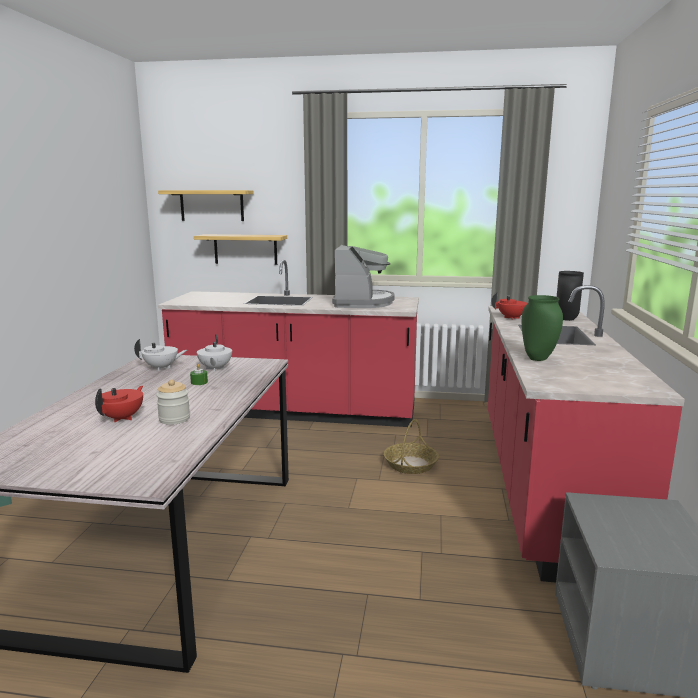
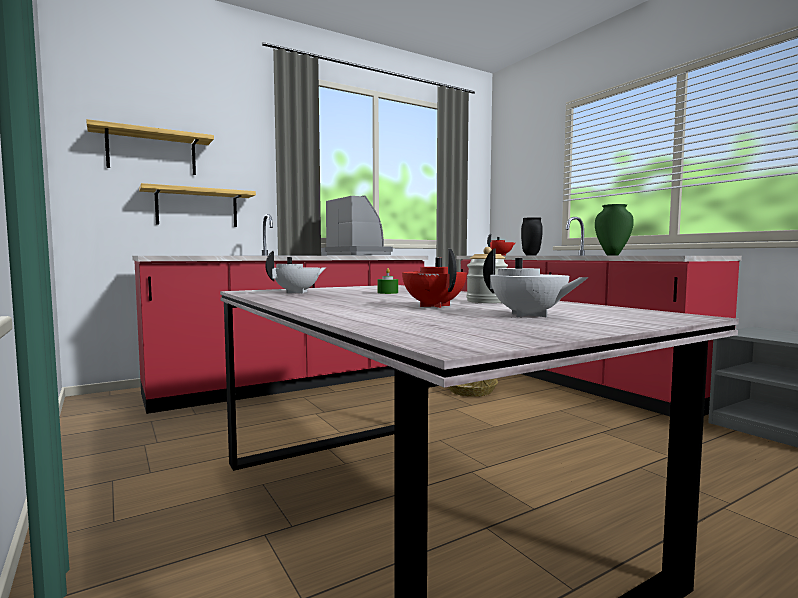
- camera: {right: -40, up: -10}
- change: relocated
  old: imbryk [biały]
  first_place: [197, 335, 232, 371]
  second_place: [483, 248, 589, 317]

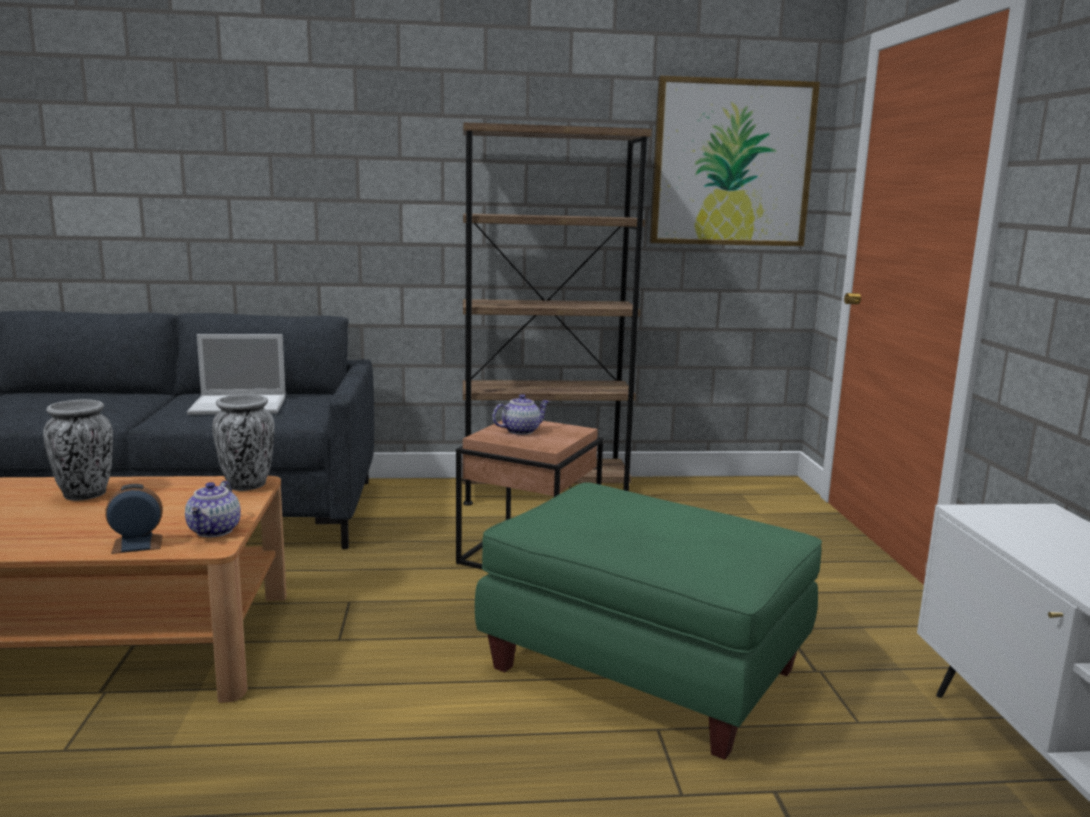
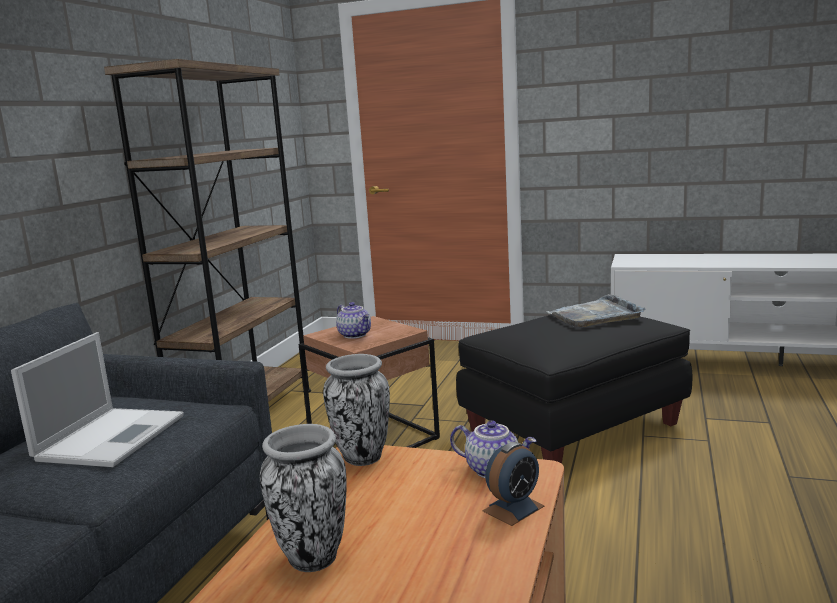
- camera: {right: -65, up: 0}
- change: spun
  old: imbryk
  first_place: [492, 394, 550, 435]
  second_place: [336, 302, 371, 339]
  degrees: 150
- change: colour
  old: pufa [zielony]
  new: pufa [czarny]
  first_place: [475, 482, 822, 760]
  second_place: [456, 315, 692, 464]
- change: spun
  old: budzik
  first_place: [105, 484, 163, 554]
  second_place: [482, 442, 544, 526]
  degrees: -135
- change: appeared
  new: taca [szary]
  second_place: [547, 294, 645, 327]
- change: missing
  old: obraz
  first_place: [650, 76, 820, 246]

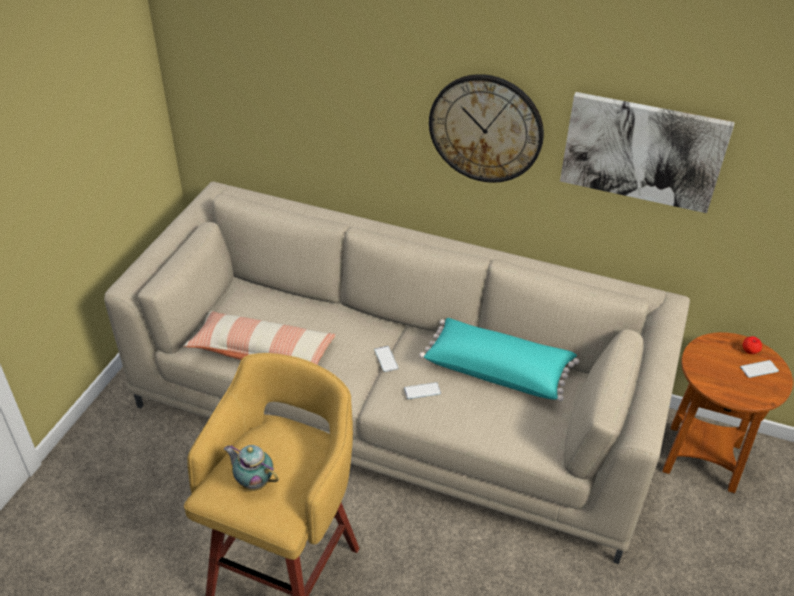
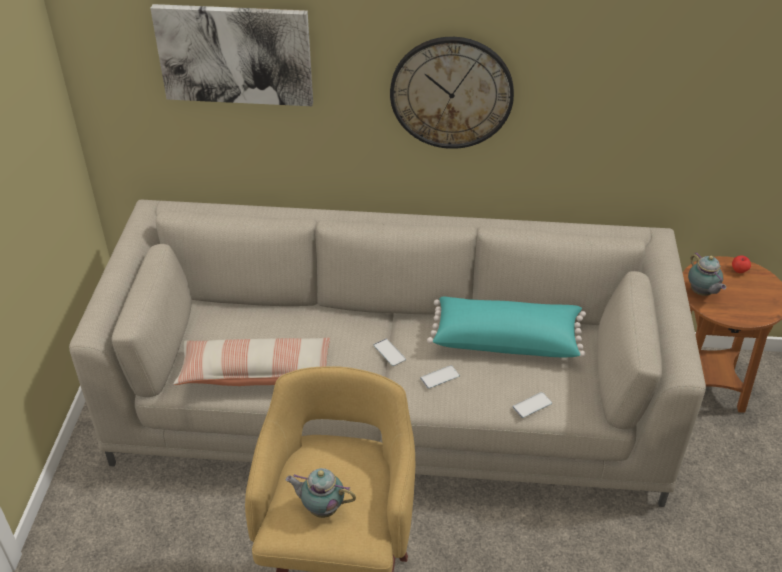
- camera: {right: -15, up: 0}
- change: relocated
  old: obraz
  first_place: [560, 92, 735, 213]
  second_place: [150, 4, 313, 106]
- change: relocated
  old: telefon
  first_place: [740, 360, 779, 378]
  second_place: [512, 392, 552, 418]
- change: appeared
  new: imbryk
  second_place: [688, 252, 726, 296]

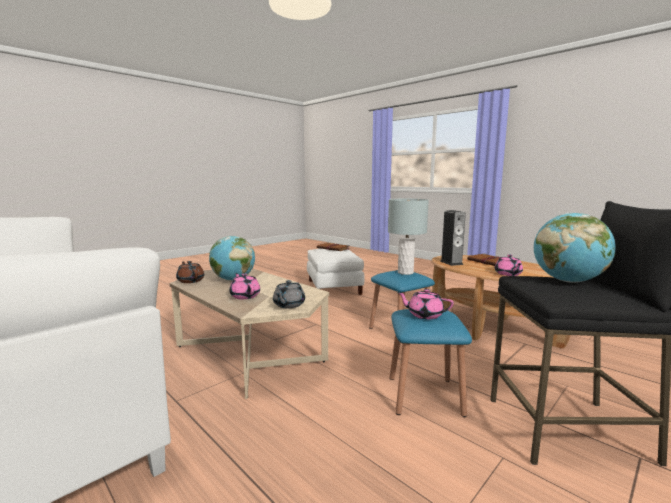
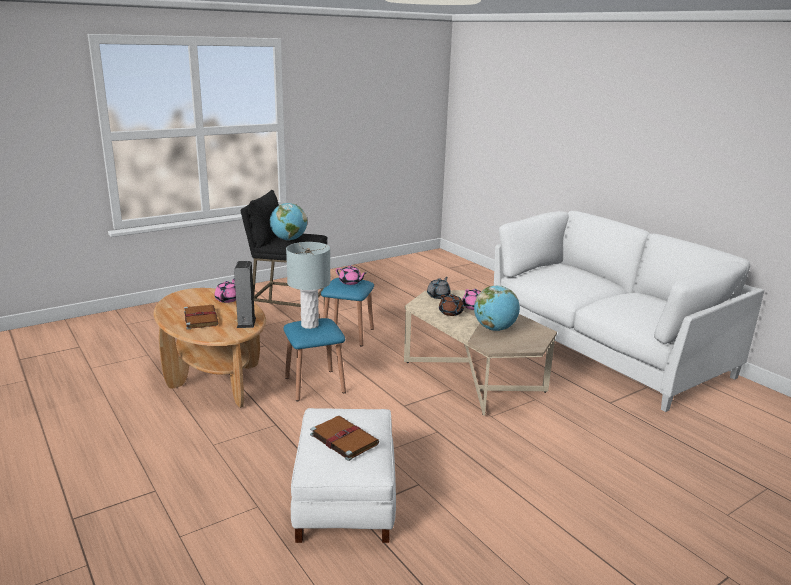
- camera: {right: -170, up: 10}
- change: relocated
  old: imbryk [brązowy]
  first_place: [176, 261, 204, 283]
  second_place: [439, 294, 464, 316]

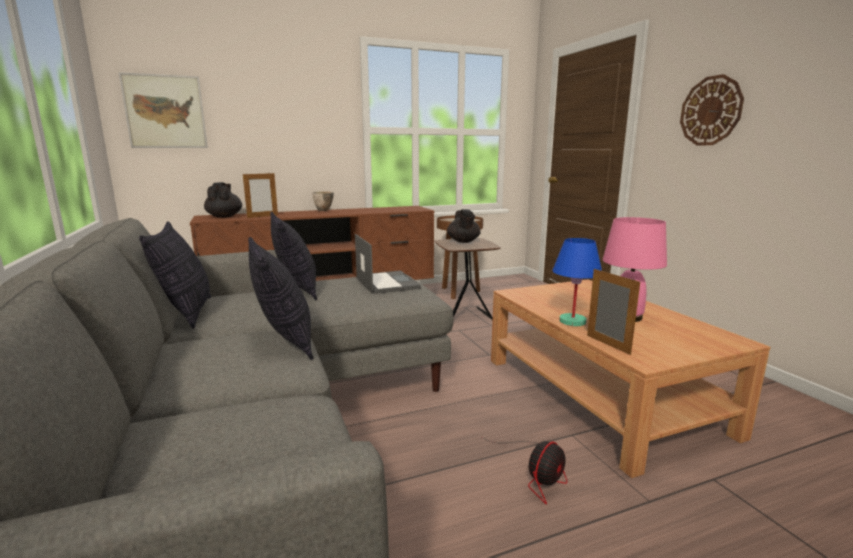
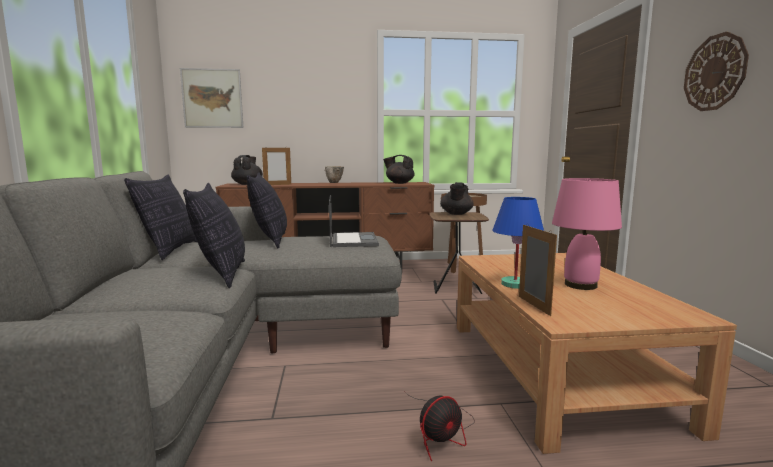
- camera: {right: 15, up: -5}
- change: appeared
  new: imbryk [czarny]
  second_place: [383, 155, 415, 184]

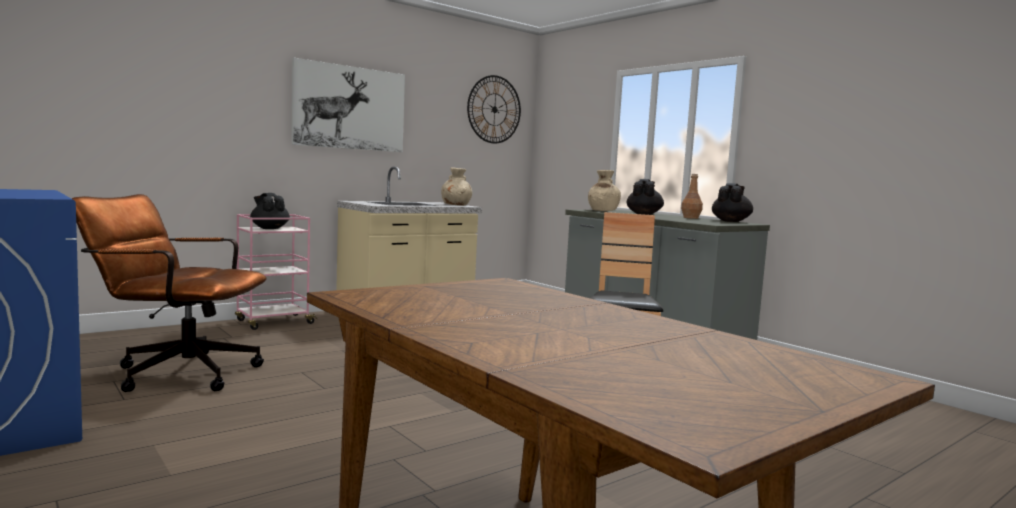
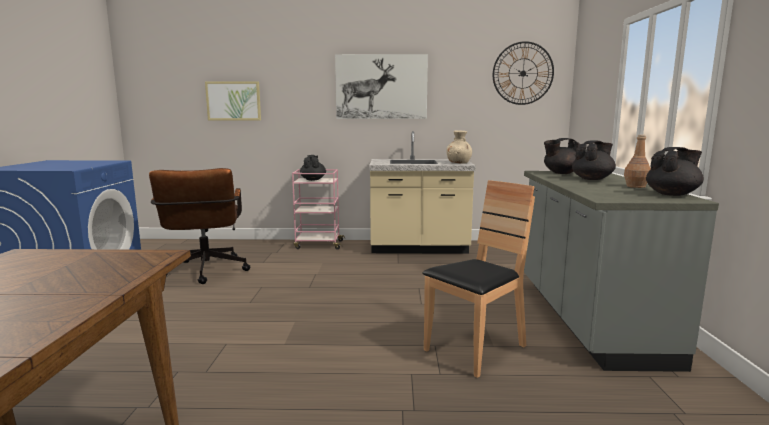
- camera: {right: 40, up: 5}
- change: spun
  old: krzesło biurowe [brązowy]
  first_place: [72, 194, 267, 392]
  second_place: [149, 168, 250, 284]
  degrees: -150
- change: appeared
  new: obraz
  second_place: [205, 81, 261, 121]
- change: exchanged
  old: wazon [beżowy]
  new: imbryk [czarny]
  first_place: [588, 170, 621, 211]
  second_place: [544, 138, 580, 174]

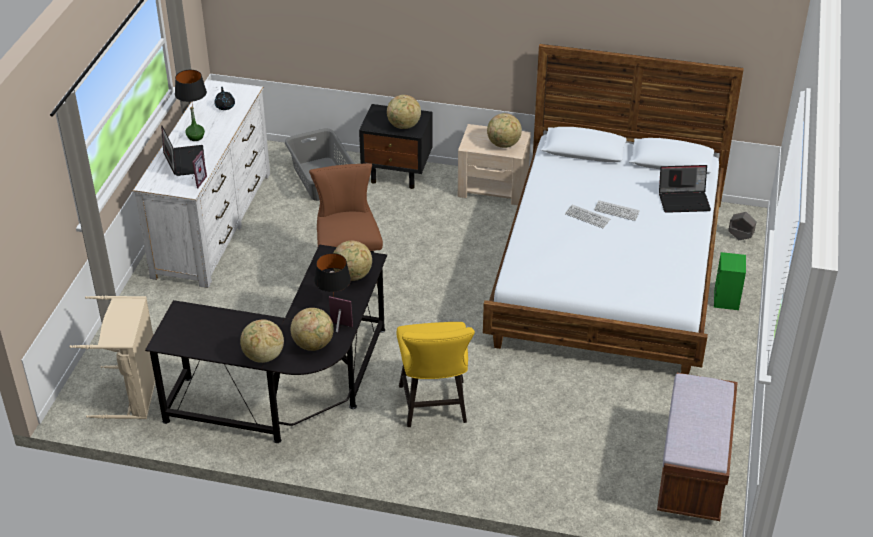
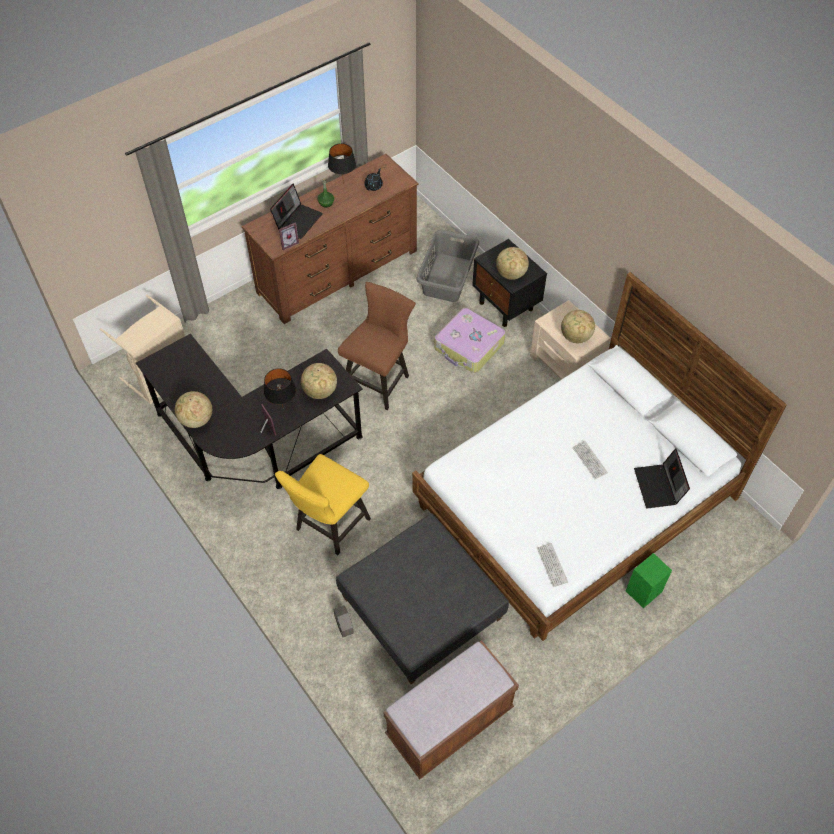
- camera: {right: 40, up: 15}
- change: colour
  old: komoda [biały]
  new: komoda [brązowy]
  first_place: [133, 79, 270, 288]
  second_place: [242, 154, 418, 324]
- change: relocated
  old: donica [szary]
  first_place: [728, 212, 757, 240]
  second_place: [333, 605, 354, 637]
- change: appeared
  new: pufa [szary]
  second_place: [336, 513, 509, 684]
- change: appeared
  new: walizka
  second_place: [434, 308, 505, 373]
- change: relocated
  old: klawiatura
  first_place: [565, 204, 610, 228]
  second_place: [537, 543, 568, 587]
- change: spun
  old: laptop
  first_place: [659, 165, 711, 213]
  second_place: [634, 448, 690, 508]
  degrees: 45
- change: missing
  old: globus
  first_place: [291, 308, 334, 351]

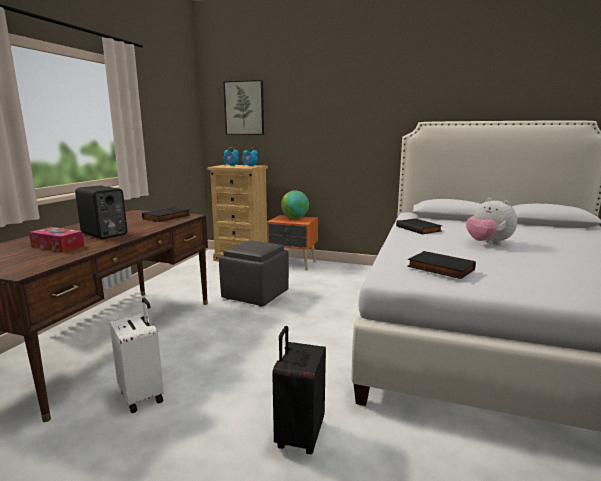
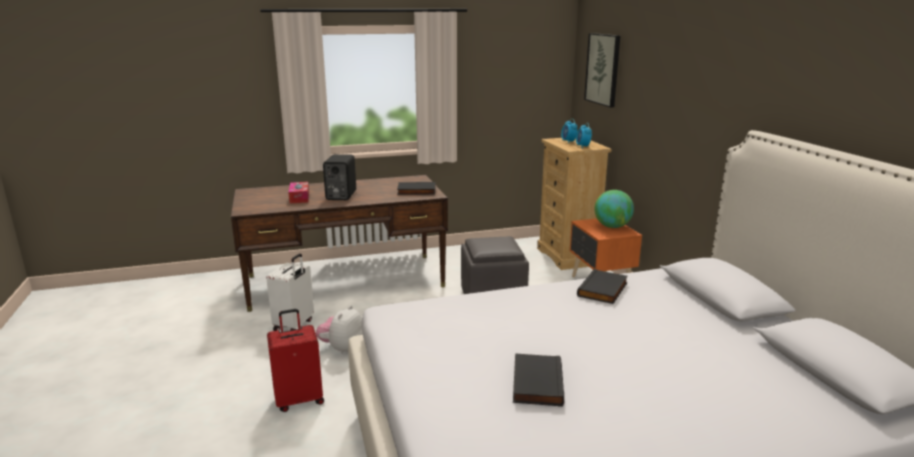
- camera: {right: 55, up: 5}
- change: colour
  old: walizka [czarny]
  new: walizka [czerwony]
  first_place: [272, 326, 326, 454]
  second_place: [267, 309, 324, 412]
- change: relocated
  old: pluszak
  first_place: [466, 198, 517, 245]
  second_place: [316, 305, 363, 354]
- change: relocated
  old: książka [czarny]
  first_place: [407, 251, 476, 279]
  second_place: [513, 353, 564, 407]

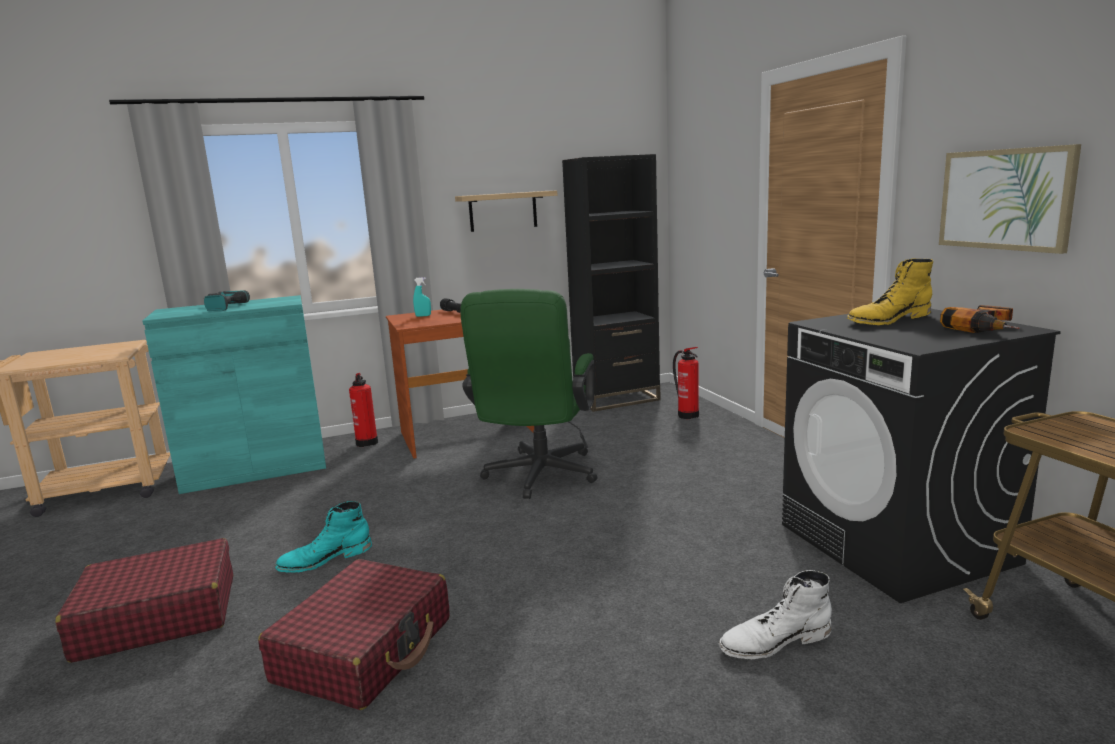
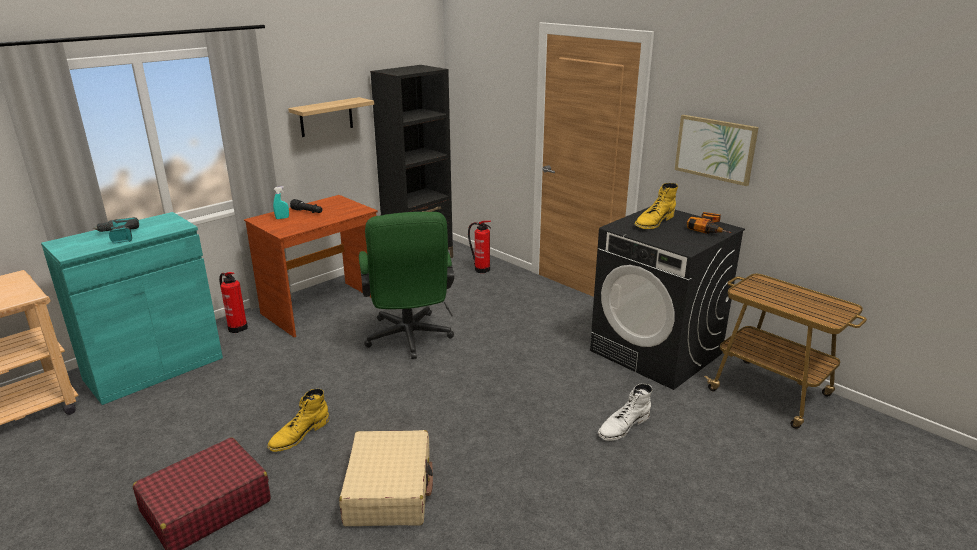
- camera: {right: -25, up: 10}
- change: colour
  old: but z cholewką [turkusowy]
  new: but z cholewką [żółty]
  first_place: [275, 501, 372, 573]
  second_place: [267, 389, 330, 452]
- change: colour
  old: walizka [czerwony]
  new: walizka [beżowy]
  first_place: [258, 559, 450, 710]
  second_place: [339, 430, 433, 526]

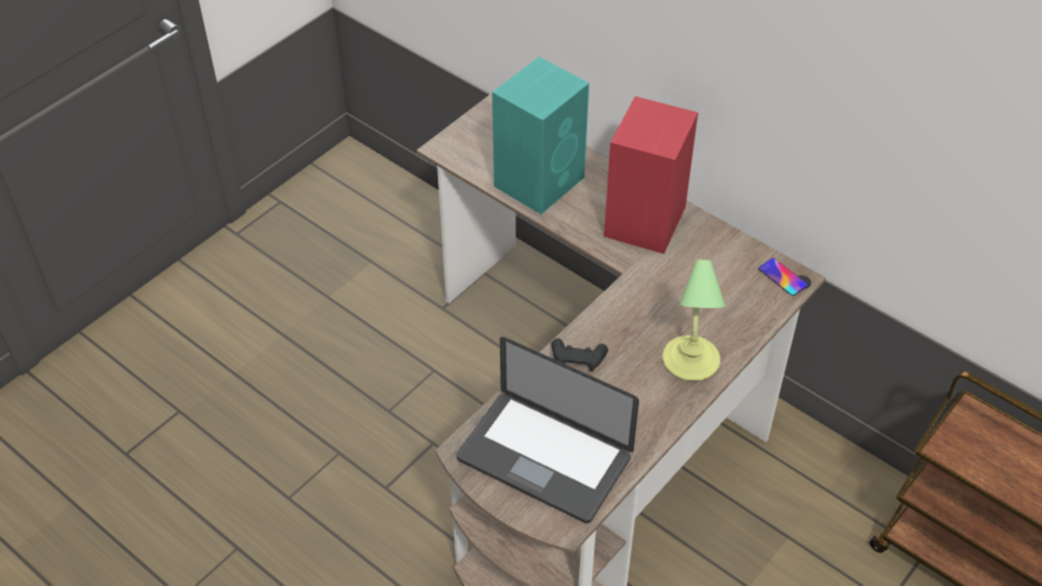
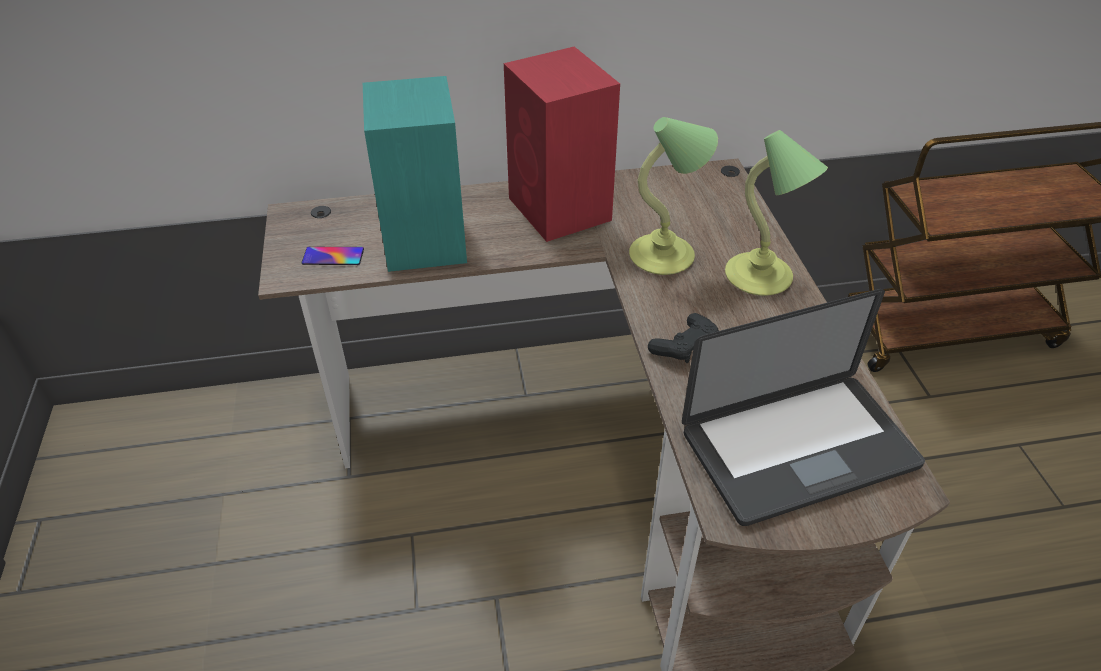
- camera: {right: -50, up: -5}
- change: relocated
  old: telefon
  first_place: [758, 258, 808, 296]
  second_place: [301, 247, 364, 265]
- change: appeared
  new: lampa stołowa
  second_place: [629, 117, 718, 275]

